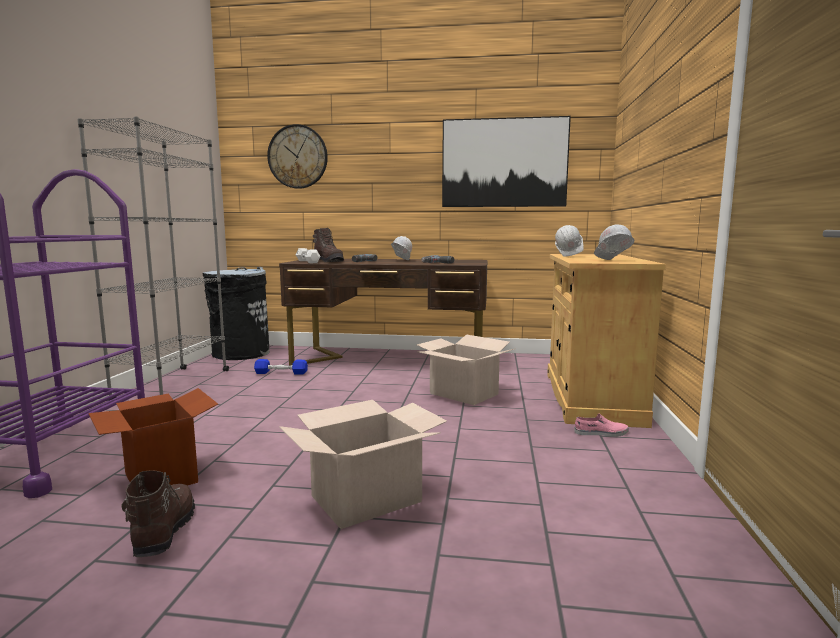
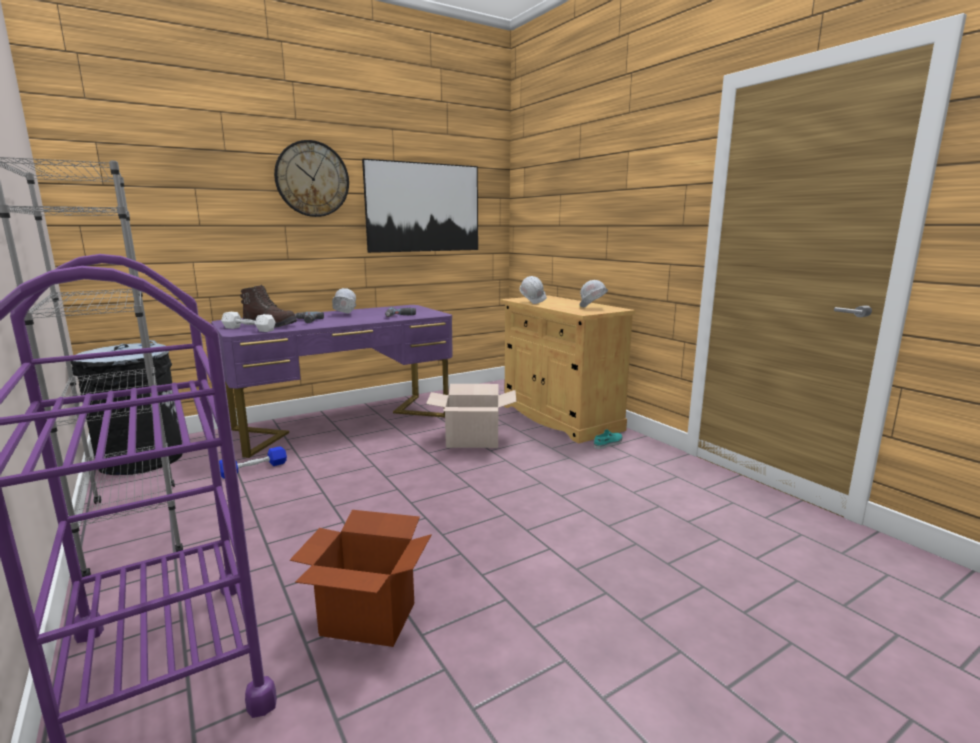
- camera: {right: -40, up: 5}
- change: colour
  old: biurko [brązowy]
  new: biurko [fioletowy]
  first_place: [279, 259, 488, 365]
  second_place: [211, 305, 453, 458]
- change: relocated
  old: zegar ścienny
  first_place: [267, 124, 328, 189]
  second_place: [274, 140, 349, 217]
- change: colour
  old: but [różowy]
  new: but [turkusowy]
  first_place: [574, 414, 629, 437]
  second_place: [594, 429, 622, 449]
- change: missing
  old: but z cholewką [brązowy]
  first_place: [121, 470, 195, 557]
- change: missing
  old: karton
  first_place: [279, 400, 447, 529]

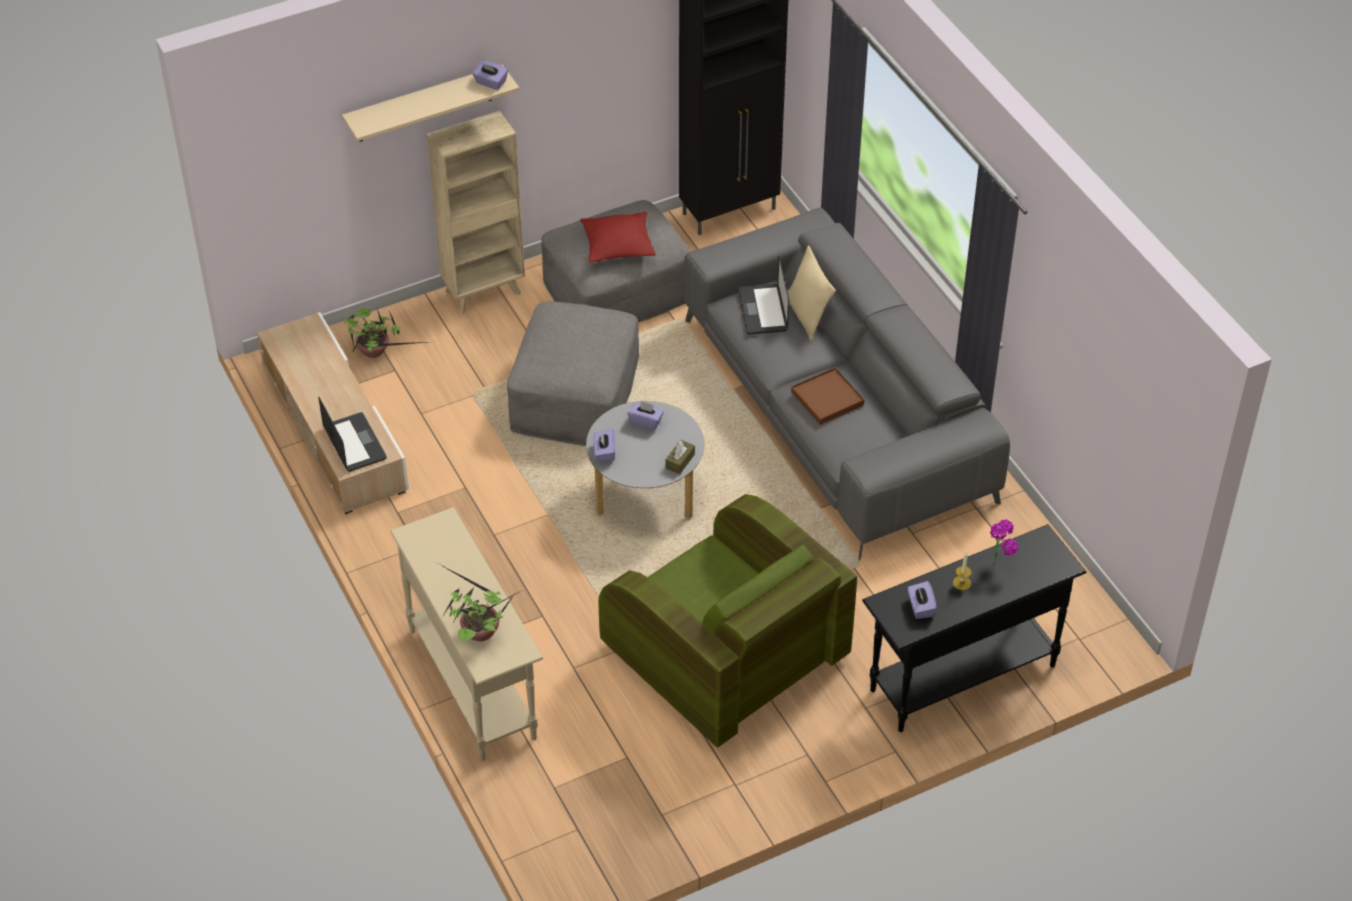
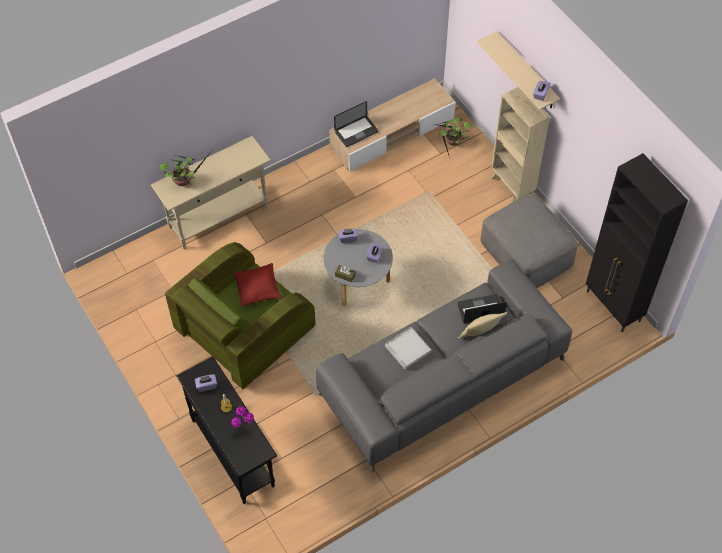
- camera: {right: 85, up: 10}
- change: relocated
  old: poduszka [czerwony]
  first_place: [580, 212, 656, 263]
  second_place: [234, 263, 282, 307]
- change: colour
  old: taca [brązowy]
  new: taca [biały]
  first_place: [791, 367, 865, 425]
  second_place: [385, 327, 431, 369]
- change: missing
  old: pufa [szary]
  first_place: [507, 301, 639, 446]

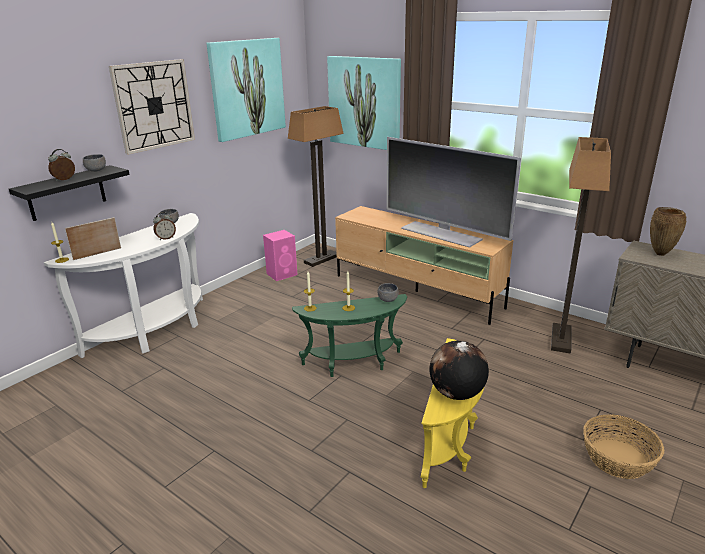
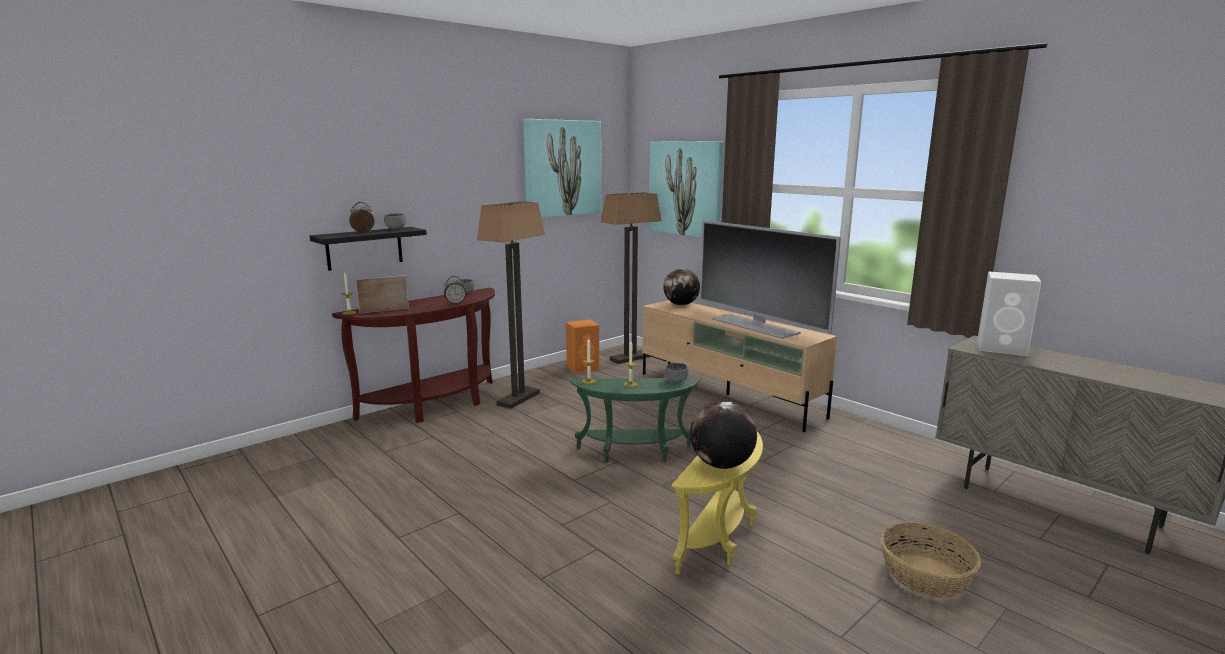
- camera: {right: 10, up: -10}
- change: colour
  old: stolik konsolowy [biały]
  new: stolik konsolowy [brązowy]
  first_place: [44, 213, 203, 358]
  second_place: [332, 288, 495, 423]
- change: relocated
  old: lampa stojąca
  first_place: [551, 137, 611, 354]
  second_place: [477, 201, 545, 409]
- change: colour
  old: głośnik [różowy]
  new: głośnik [pomarańczowy]
  first_place: [263, 230, 297, 281]
  second_place: [566, 320, 599, 373]
- change: appeared
  new: globus
  second_place: [664, 269, 700, 305]
- change: exchanged
  old: wazon [brązowy]
  new: głośnik [biały]
  first_place: [650, 207, 686, 256]
  second_place: [977, 271, 1041, 356]
- change: missing
  old: zegar ścienny
  first_place: [109, 59, 195, 155]

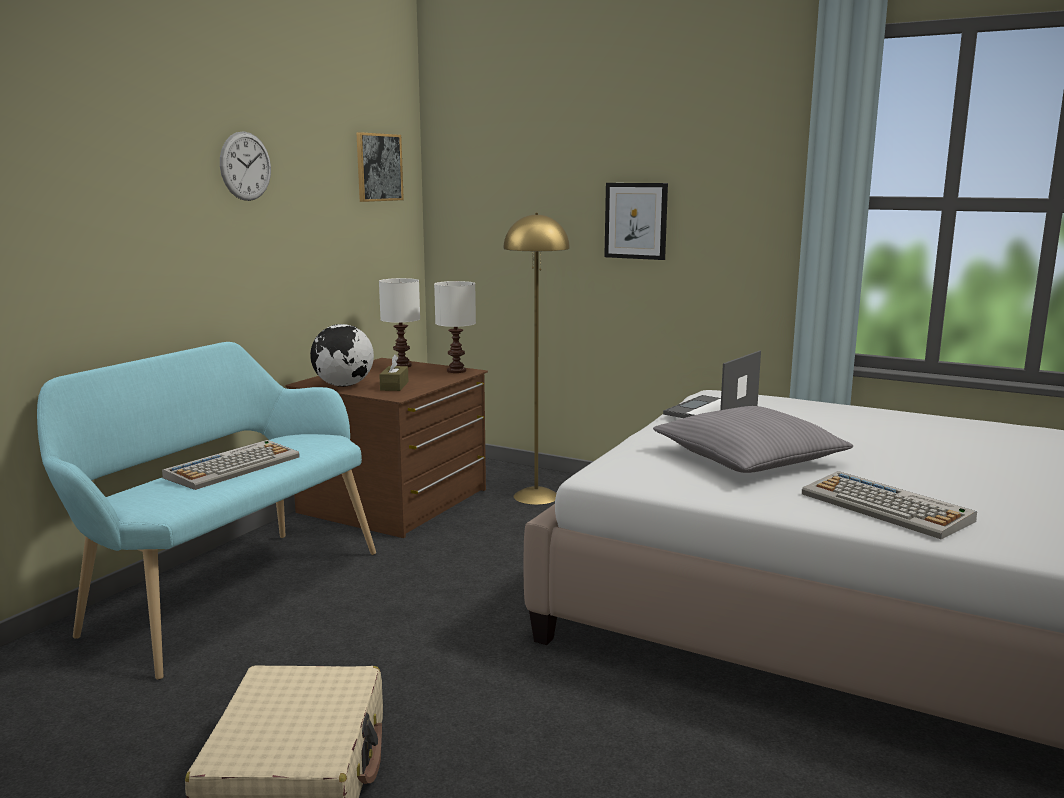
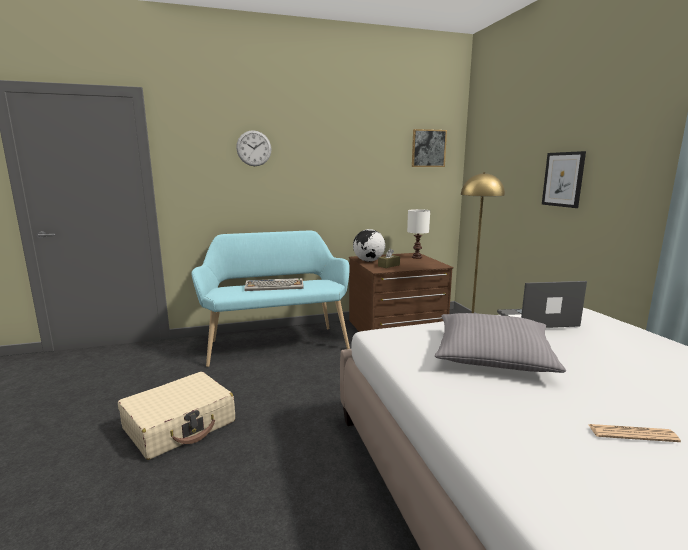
- camera: {right: 45, up: 0}
- change: relocated
  old: zegar ścienny
  first_place: [220, 131, 271, 201]
  second_place: [236, 130, 271, 166]
- change: appeared
  new: gazeta
  second_place: [589, 424, 681, 442]
- change: missing
  old: lampa stołowa [biały]
  first_place: [434, 281, 476, 373]
- change: missing
  old: klawiatura
  first_place: [802, 471, 977, 539]

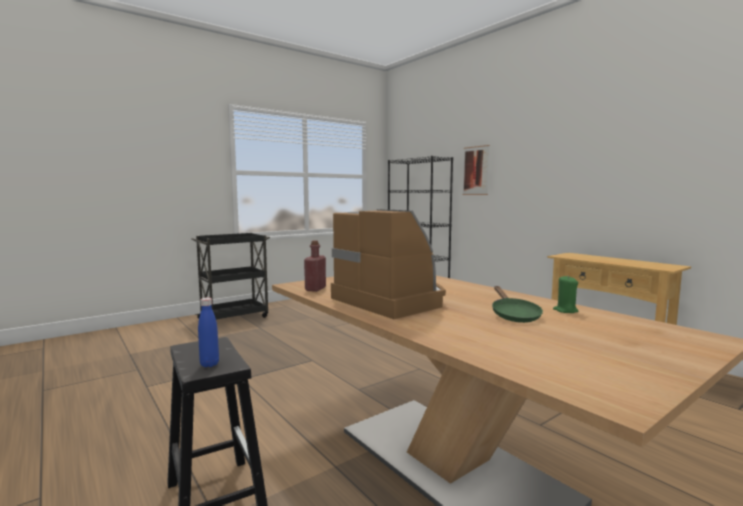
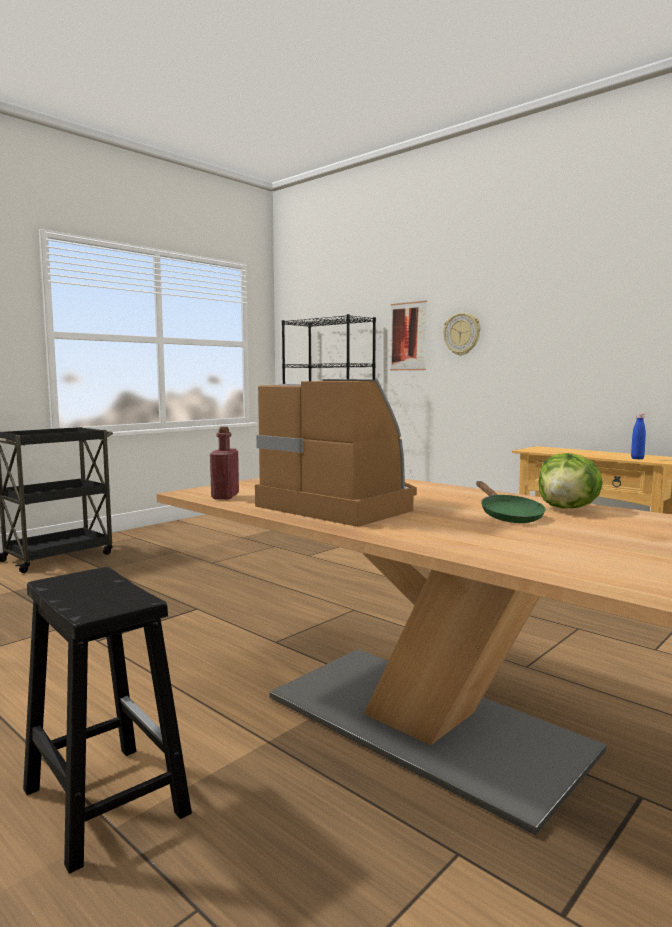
- camera: {right: -10, up: 0}
- change: appeared
  new: zegar ścienny
  second_place: [443, 313, 480, 356]
- change: exchanged
  old: świeca [zielony]
  new: sałata
  first_place: [553, 275, 578, 313]
  second_place: [539, 453, 603, 509]
- change: relocated
  old: butelka [niebieski]
  first_place: [198, 298, 219, 367]
  second_place: [631, 414, 646, 459]

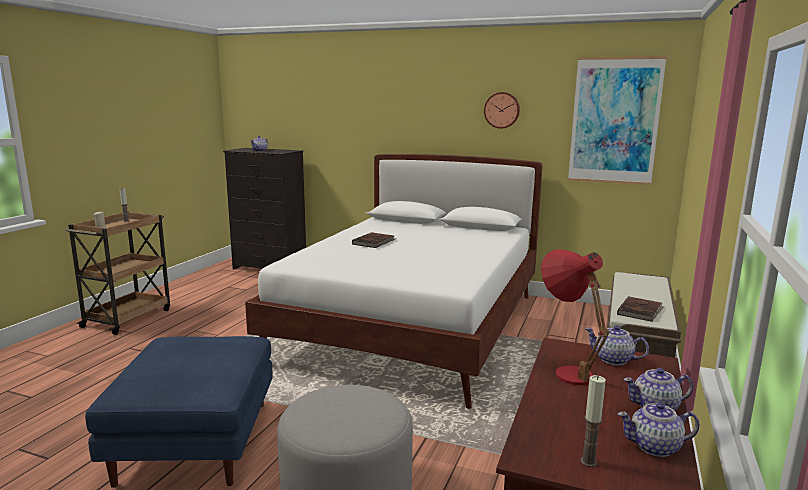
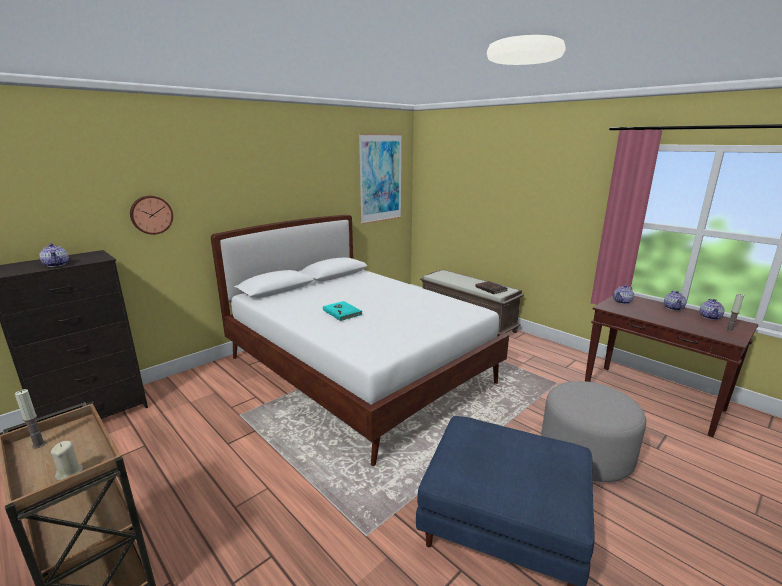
- camera: {right: -65, up: 5}
- change: relocated
  old: zegar ścienny
  first_place: [484, 92, 520, 129]
  second_place: [130, 196, 173, 235]
- change: colour
  old: książka [brązowy]
  new: książka [turkusowy]
  first_place: [352, 232, 395, 248]
  second_place: [323, 301, 363, 321]
- change: missing
  old: lampa stołowa [czerwony]
  first_place: [541, 249, 610, 385]

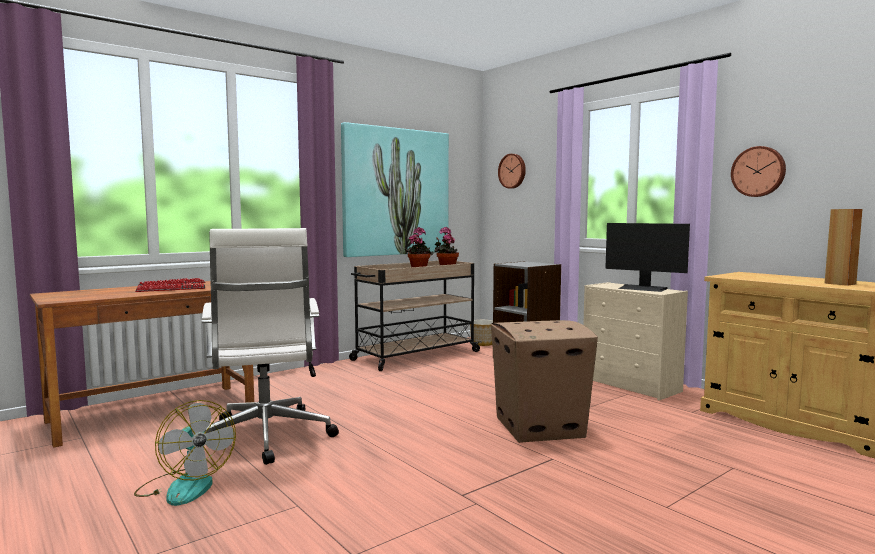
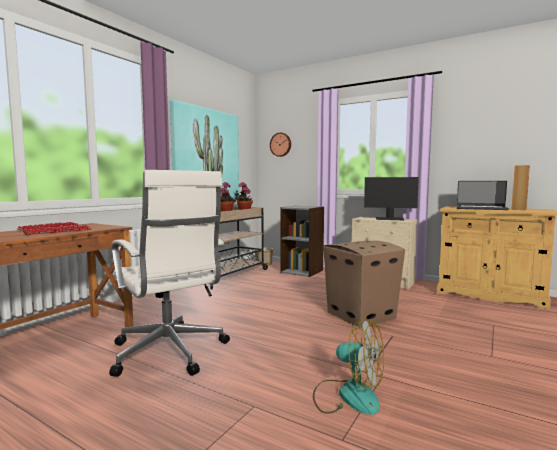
- camera: {right: -20, up: 0}
- change: relocated
  old: wentylator
  first_place: [134, 400, 236, 506]
  second_place: [313, 318, 384, 415]
- change: appeared
  new: laptop
  second_place: [457, 181, 509, 210]
- change: missing
  old: zegar ścienny
  first_place: [731, 146, 786, 197]

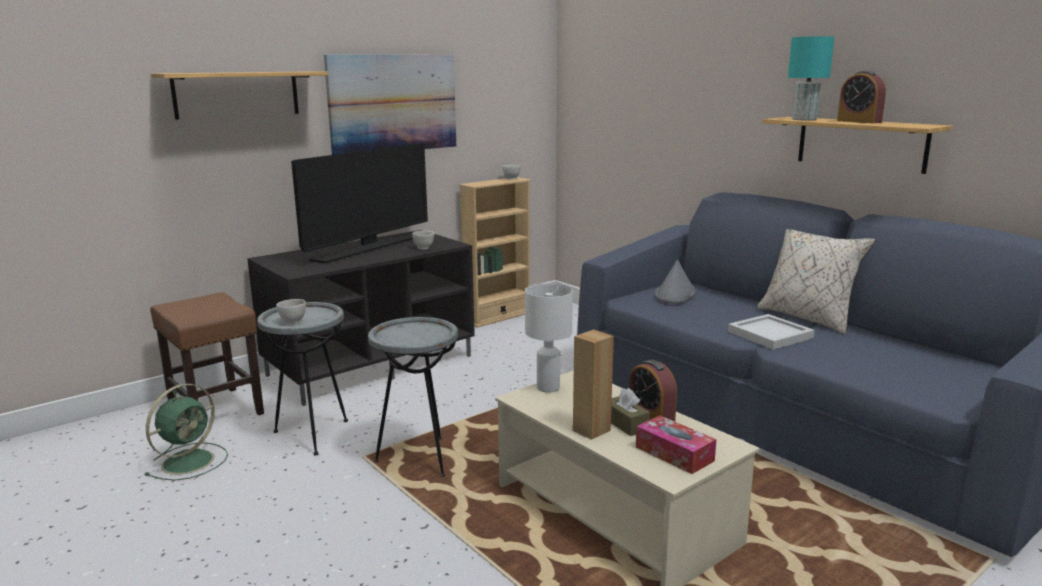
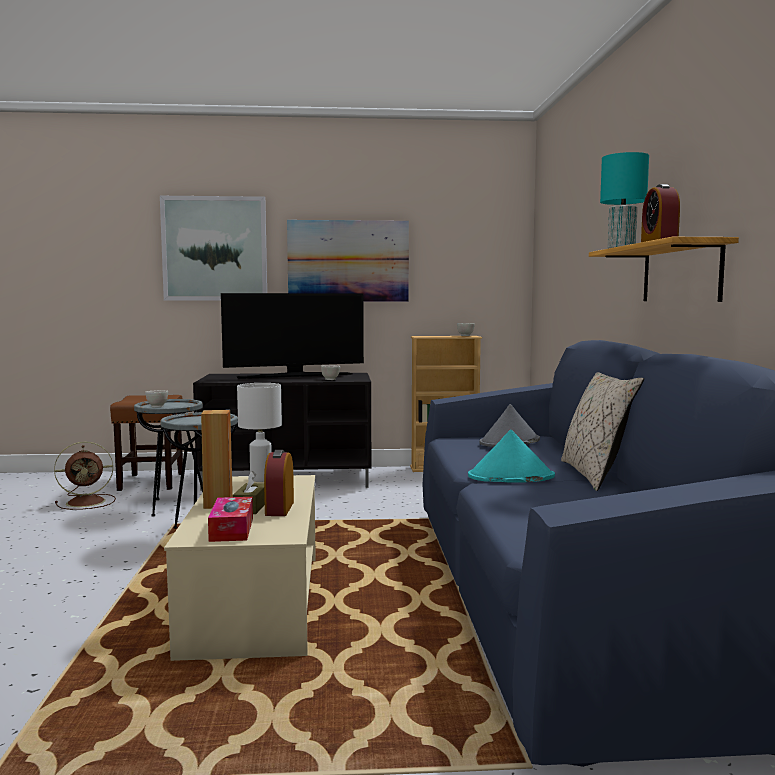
- camera: {right: 35, up: -10}
- change: colour
  old: wentylator [zielony]
  new: wentylator [brązowy]
  first_place: [145, 384, 228, 481]
  second_place: [54, 442, 116, 510]
- change: exchanged
  old: półka
  new: obraz
  first_place: [151, 71, 328, 120]
  second_place: [160, 196, 267, 300]
- change: exchanged
  old: taca [biały]
  new: kapelusz [turkusowy]
  first_place: [728, 314, 815, 349]
  second_place: [468, 430, 555, 482]

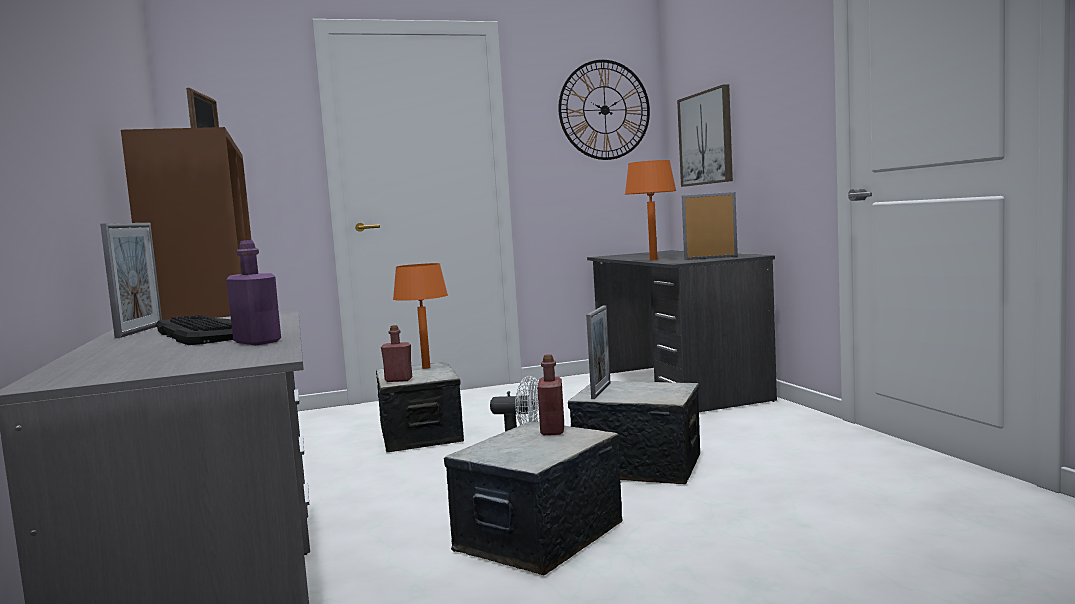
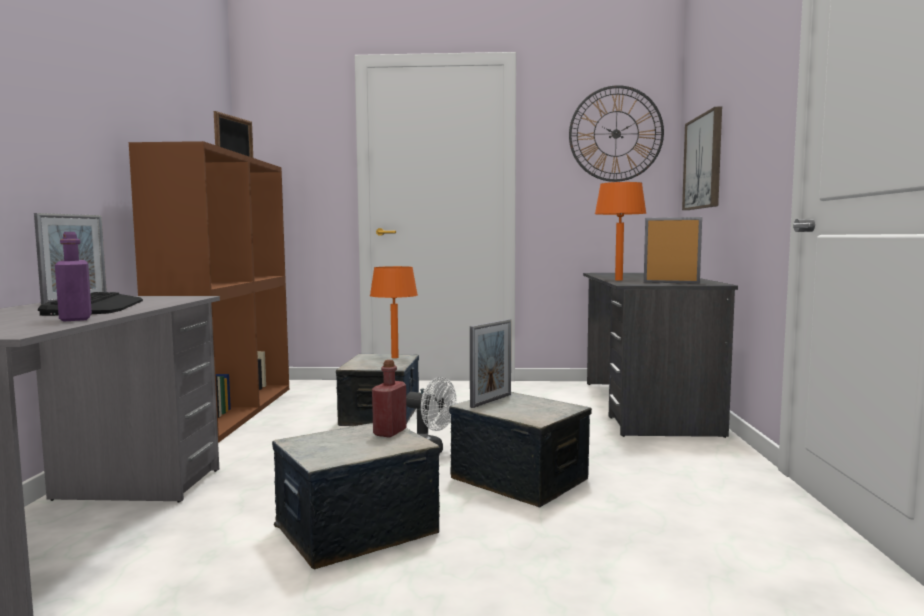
- camera: {right: 20, up: 0}
- change: missing
  old: butelka [czerwony]
  first_place: [381, 325, 413, 382]

